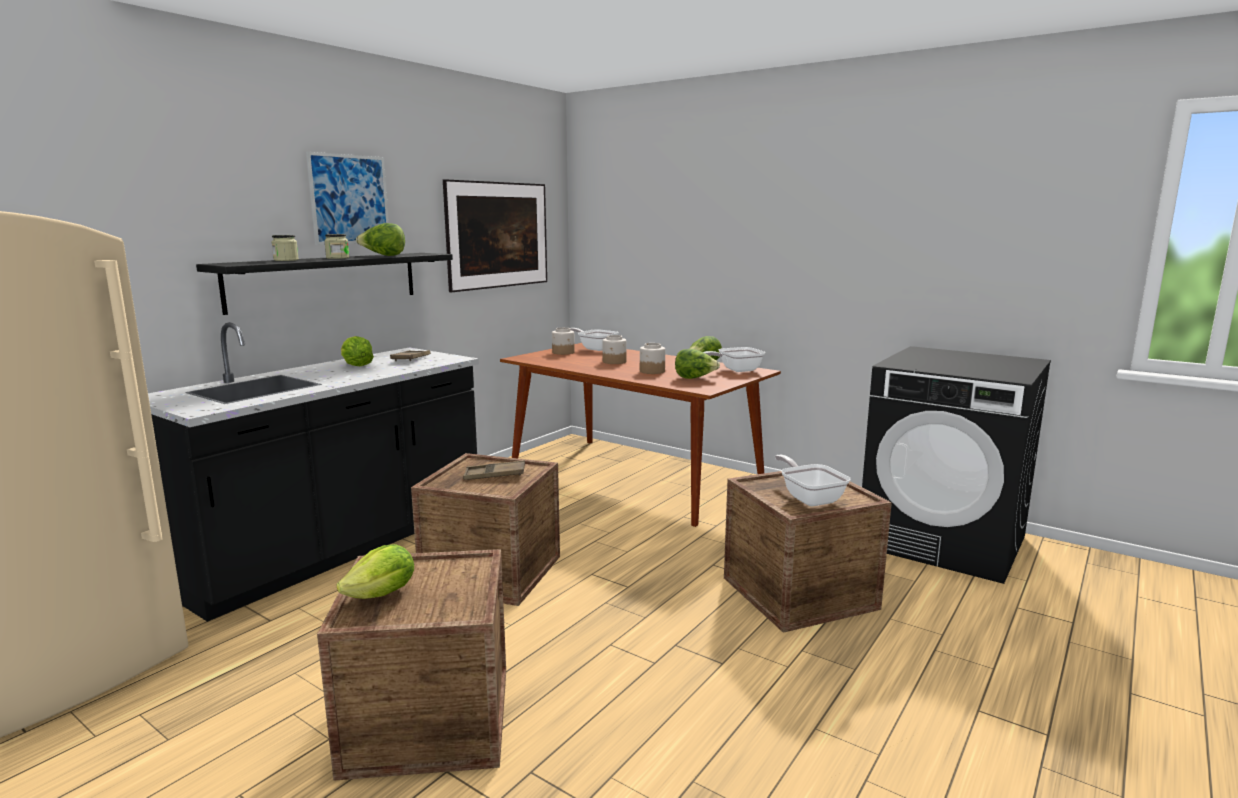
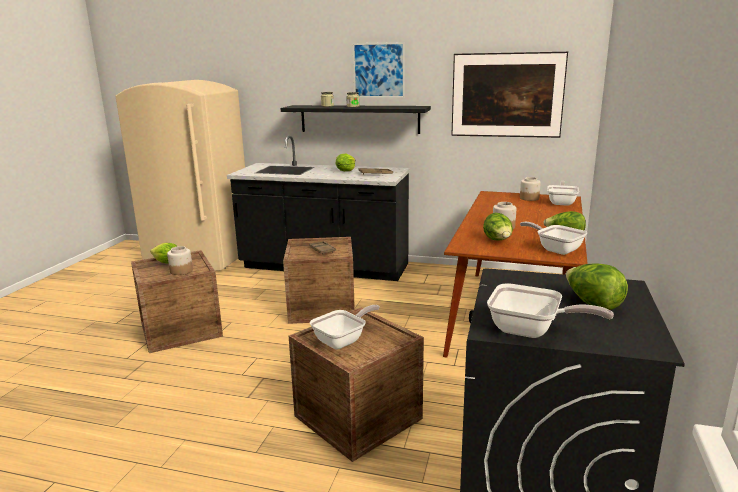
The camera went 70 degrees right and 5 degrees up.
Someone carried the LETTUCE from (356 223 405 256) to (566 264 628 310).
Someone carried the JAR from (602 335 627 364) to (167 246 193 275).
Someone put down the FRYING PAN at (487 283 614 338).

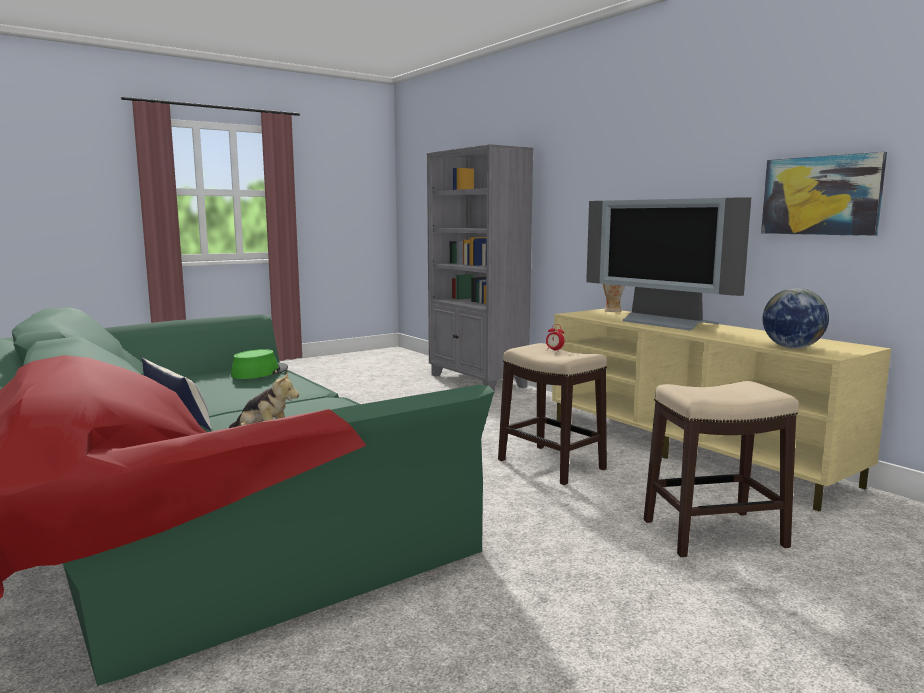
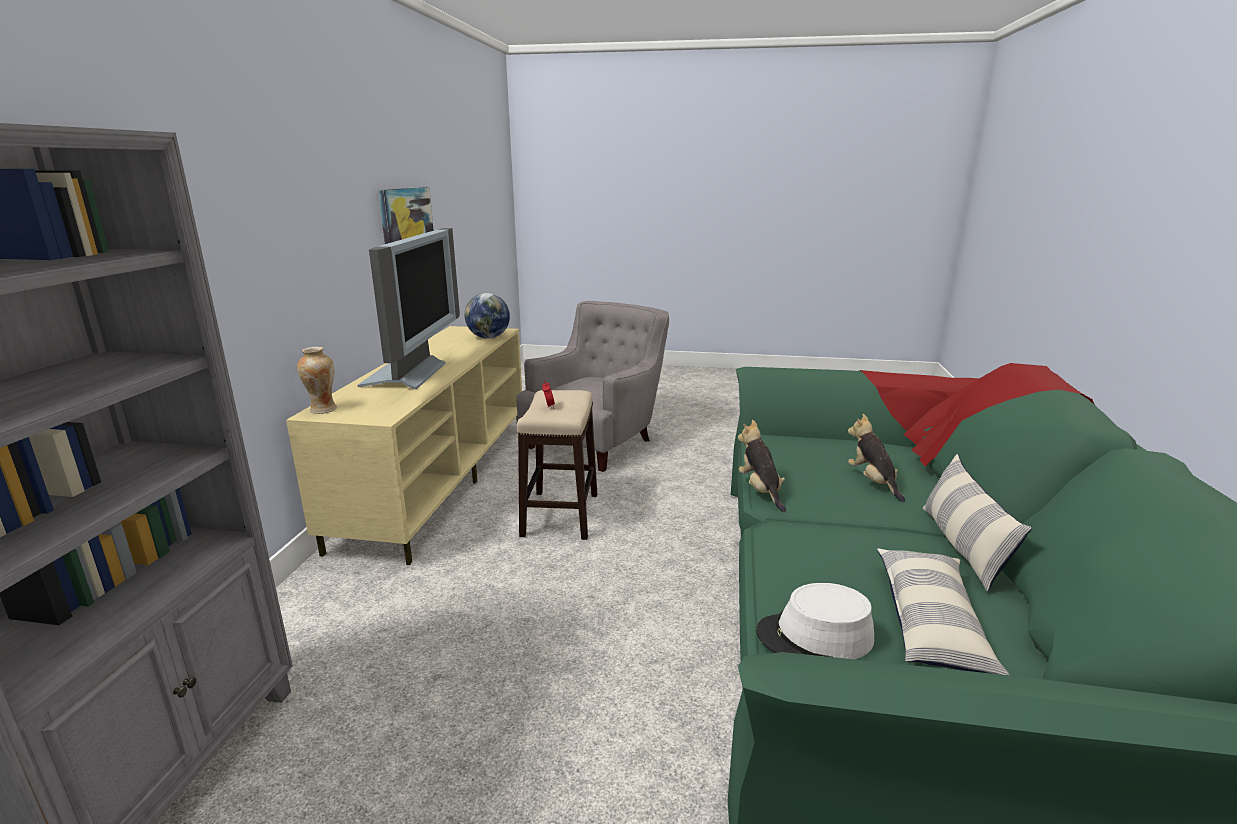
The camera went 135 degrees left and 10 degrees up.
Someone repainted the GREEN HAT at (231 349 288 379), which became the WHITE HAT at (756 583 874 659).
Someone swapped the STOOL at (644 381 799 557) for the GREY ARMCHAIR at (516 301 669 472).
Someone put down the PLUSH TOY at (738 420 786 512).
Someone put down the PILLOW at (877 548 1009 675).

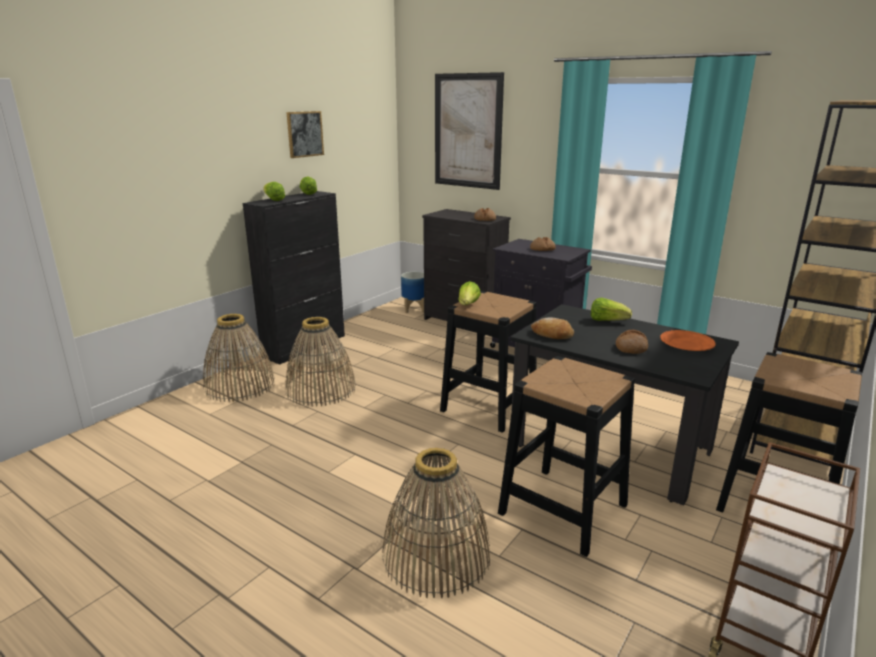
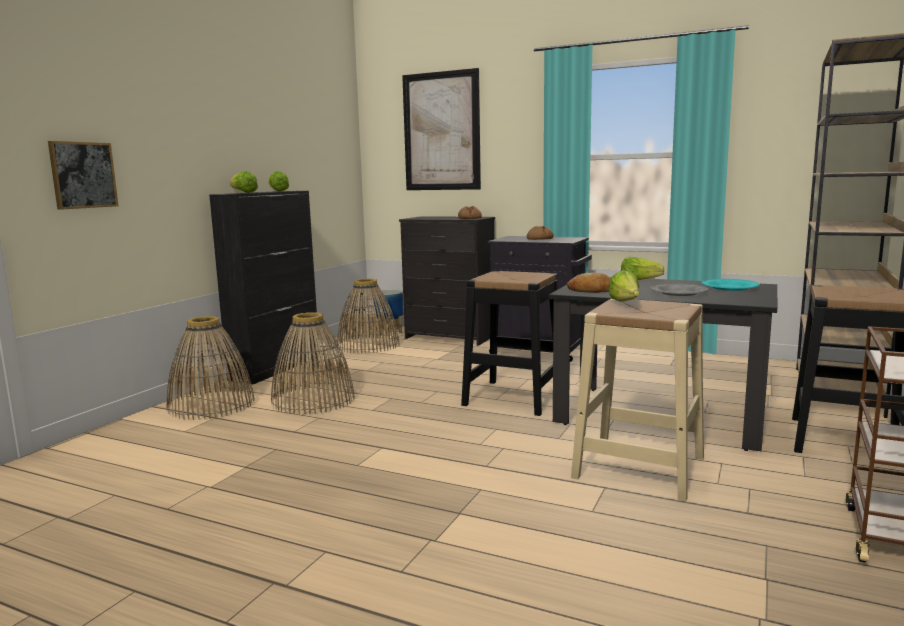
The camera went 10 degrees left and 10 degrees down.
Someone carried the PICTURE from (286 111 324 158) to (48 141 119 210).
Someone carried the LETTUCE from (458 281 481 305) to (609 270 639 302).
Someone swapped the BREAD at (616 329 648 354) for the GREY PLATE at (650 283 709 296).
Someone repainted the ORANGE PLATE at (660 330 716 351), which became the TURQUOISE PLATE at (702 279 760 291).
Someone repainted the BLACK STOOL at (498 356 635 557), which became the BEIGE STOOL at (571 298 704 501).
Someone carried the BASKET from (382 448 490 598) to (337 279 400 354).

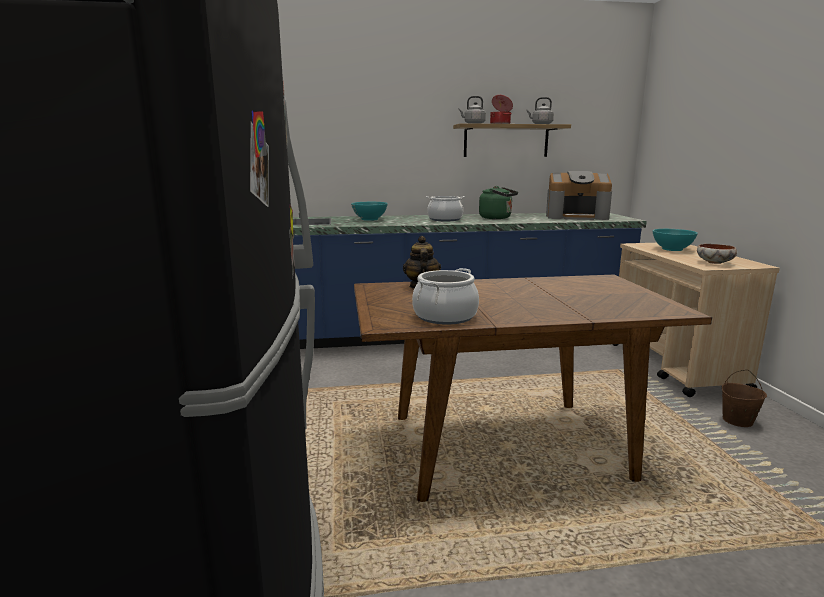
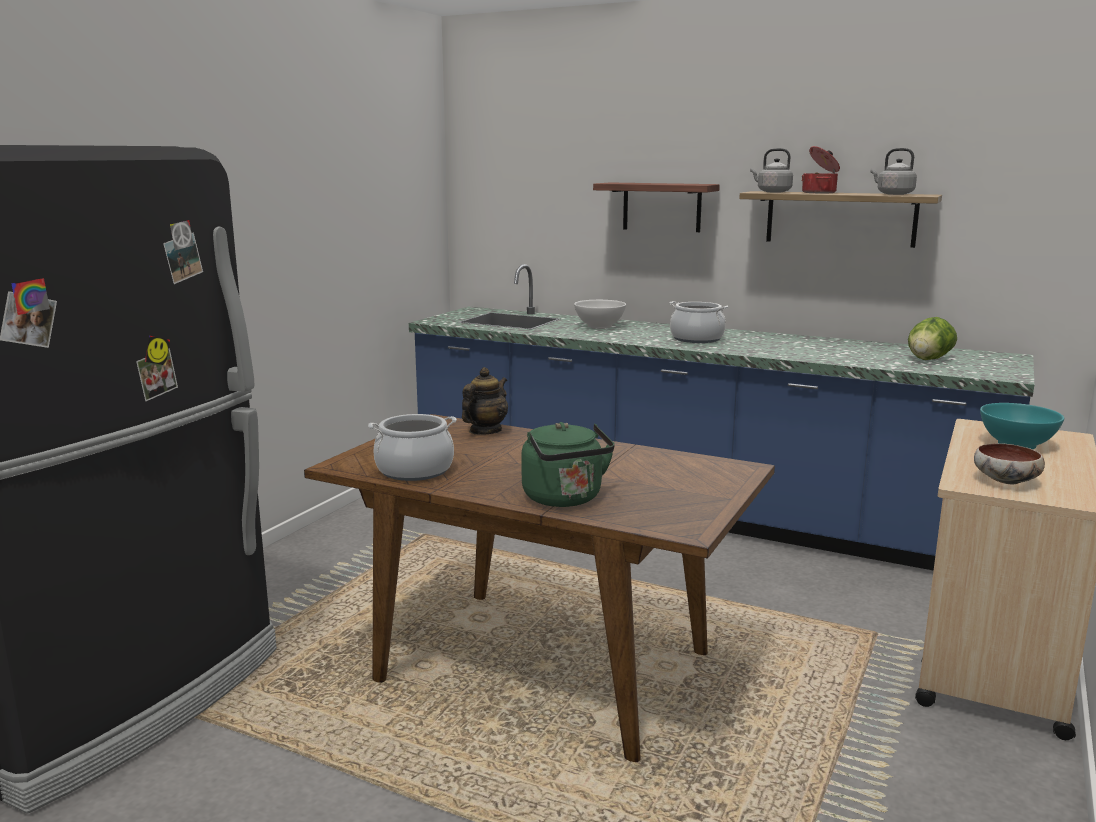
The camera went 35 degrees right and 0 degrees up.
Someone swapped the COFFEE MACHINE at (546 171 612 220) for the LETTUCE at (908 317 957 360).
Someone carried the GREEN KETTLE from (479 186 518 219) to (521 422 615 507).
Someone repainted the TURQUOISE BOWL at (351 202 388 221), which became the WHITE BOWL at (574 300 626 329).
Someone took away the BROWN BUCKET at (722 370 767 427).
Someone put up the SHELF at (593 182 720 232).

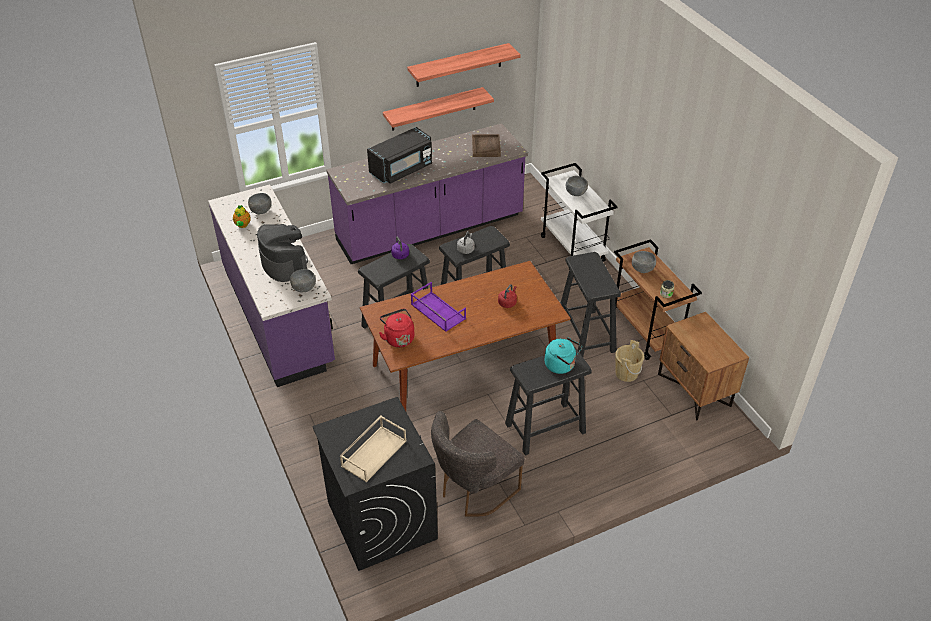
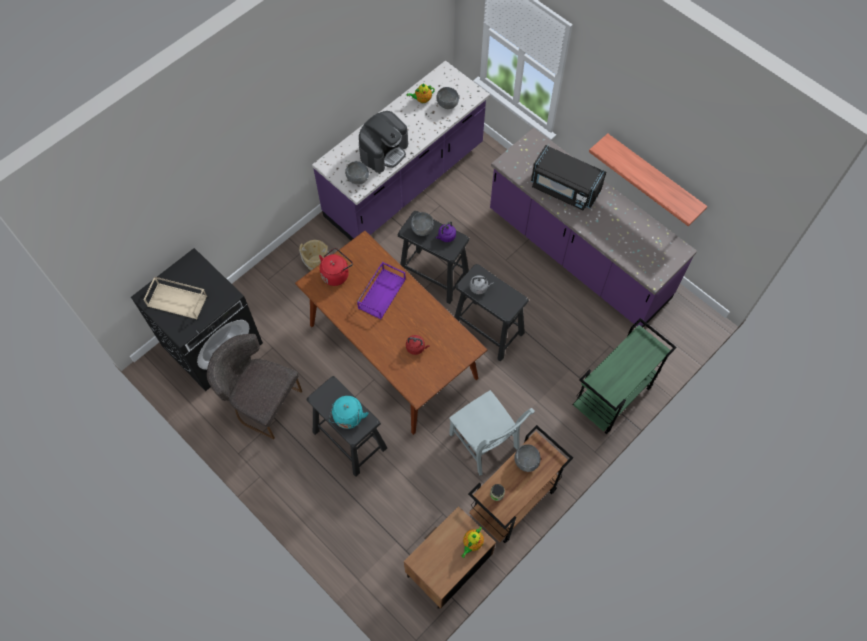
The camera went 70 degrees right and 20 degrees up.
Someone took away the SHELF at (407 43 521 87).
Someone took away the BROWN TRAY at (472 134 501 157).
Someone repainted the WHITE CART at (541 163 618 270), which became the GREEN CART at (572 318 677 434).
Someone carried the GREY BOWL from (566 176 588 196) to (411 212 434 236).
Someone swapped the BLACK STOOL at (560 252 621 357) for the GREY CHAIR at (449 390 535 476).
Someone carried the BEIGE BUCKET from (615 340 644 382) to (299 240 329 271).
Someone put down the TEAPOT at (462 527 484 558).

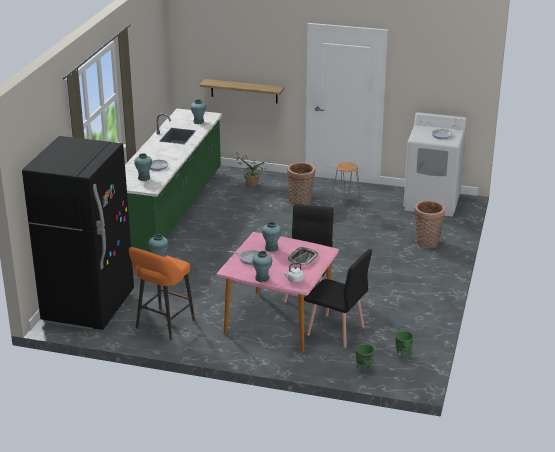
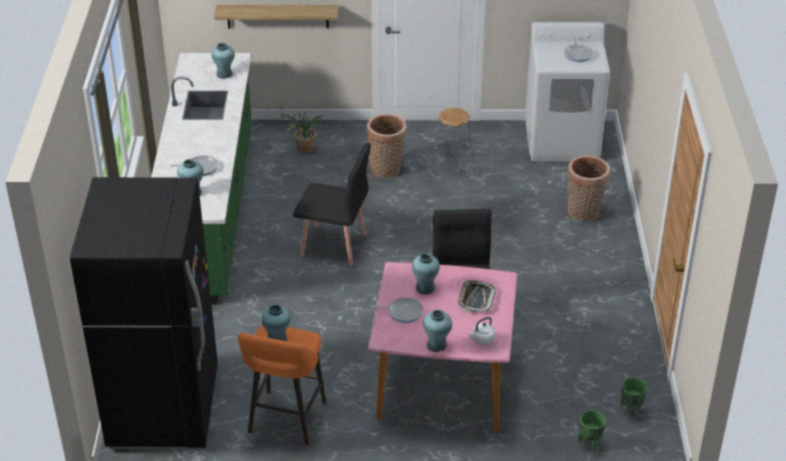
The camera went 15 degrees left and 10 degrees up.
Someone carried the BLACK CHAIR from (304 249 372 348) to (293 143 371 266).

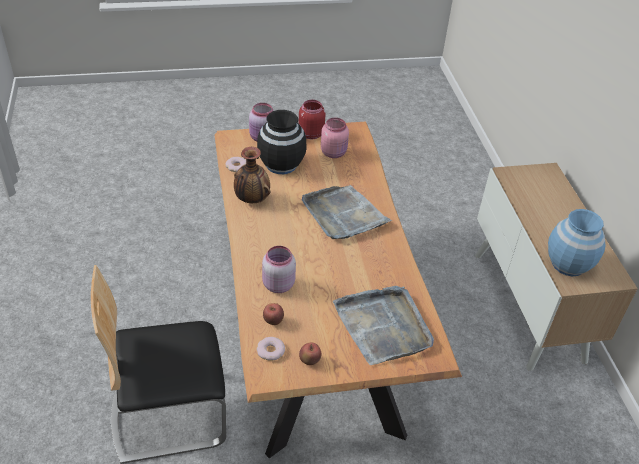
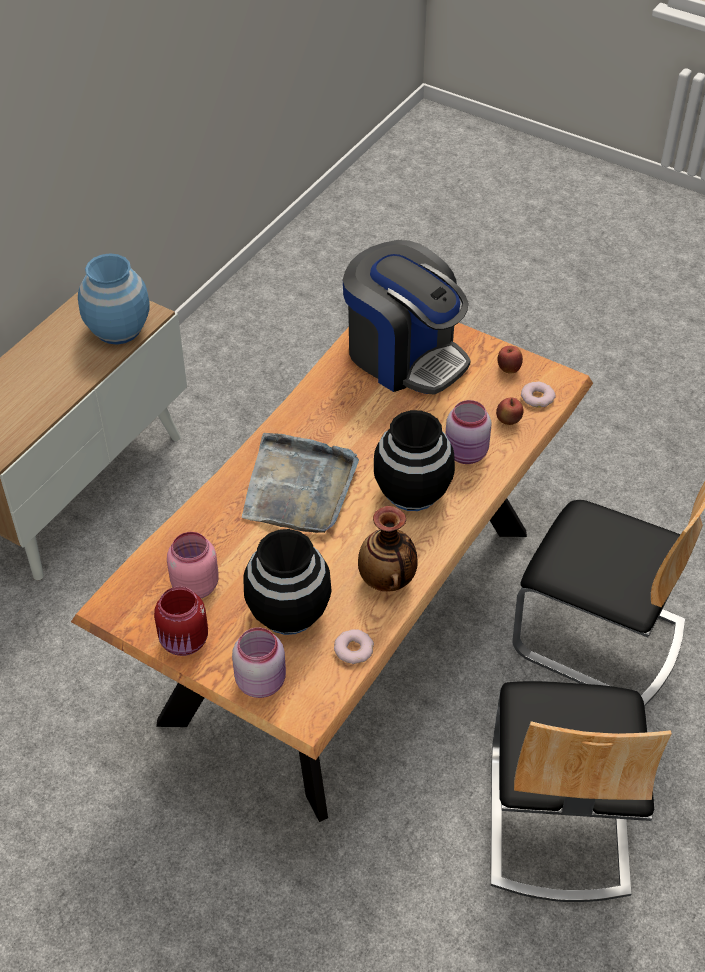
The camera went 135 degrees left and 5 degrees up.
Someone swapped the GREY TRAY at (333 286 434 365) for the COFFEE MACHINE at (343 240 471 395).
Someone put down the BLACK VASE at (374 410 455 511).
Someone put down the CHAIR at (491 681 672 902).

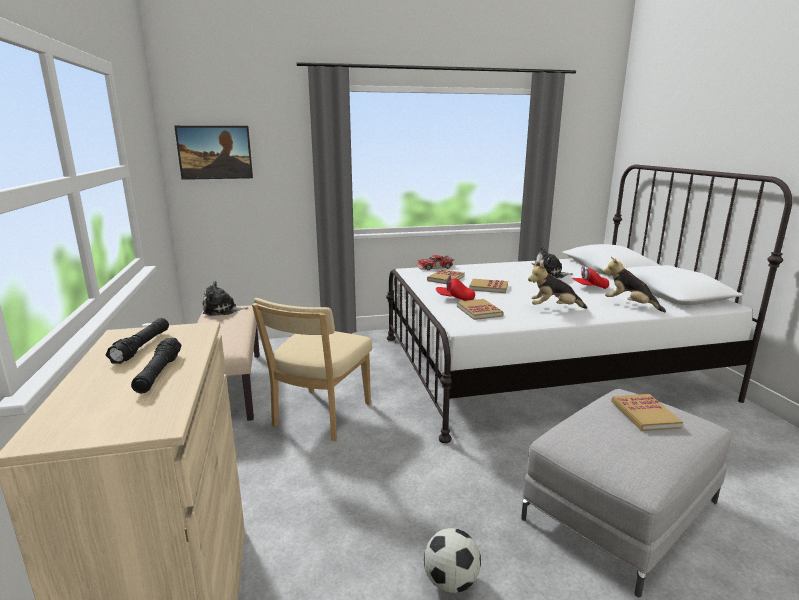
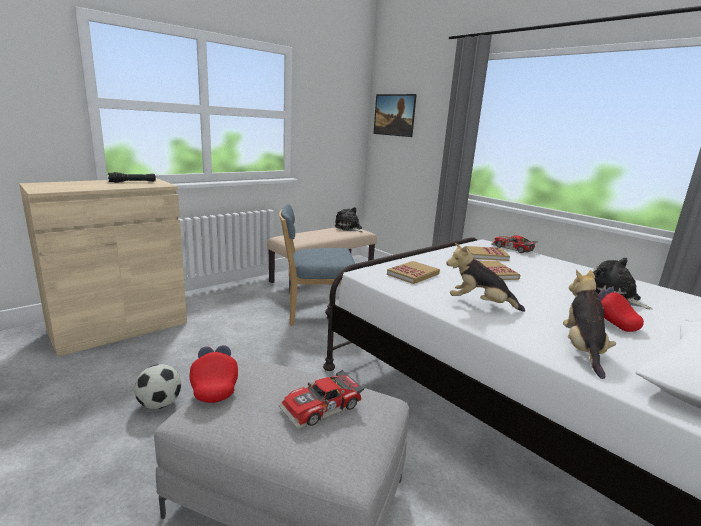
The camera went 60 degrees right and 0 degrees up.
Someone rotated the PLUSH TOY at (528 263 587 309) by 45 degrees counterclockwise.
Someone carried the RED CAP from (436 275 475 301) to (190 345 238 403).
Someone repainted the BEIGE CHAIR at (252 298 372 441), which became the BLUE CHAIR at (279 204 357 326).
Someone took away the BLACK FLASHLIGHT at (131 338 181 393).
Someone swapped the BOOK at (611 394 683 431) for the TOY CAR at (279 370 364 430).

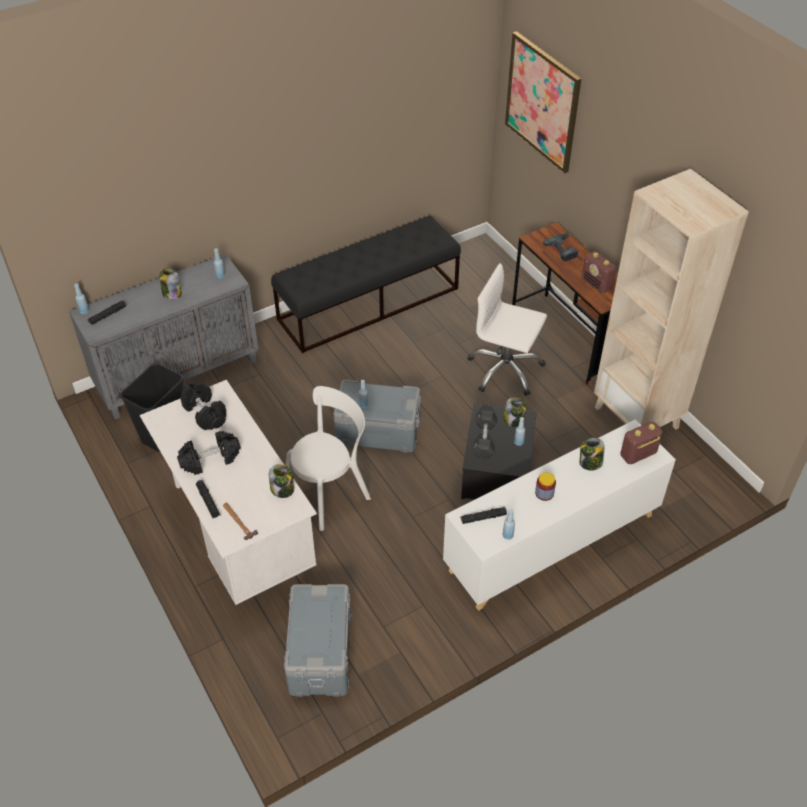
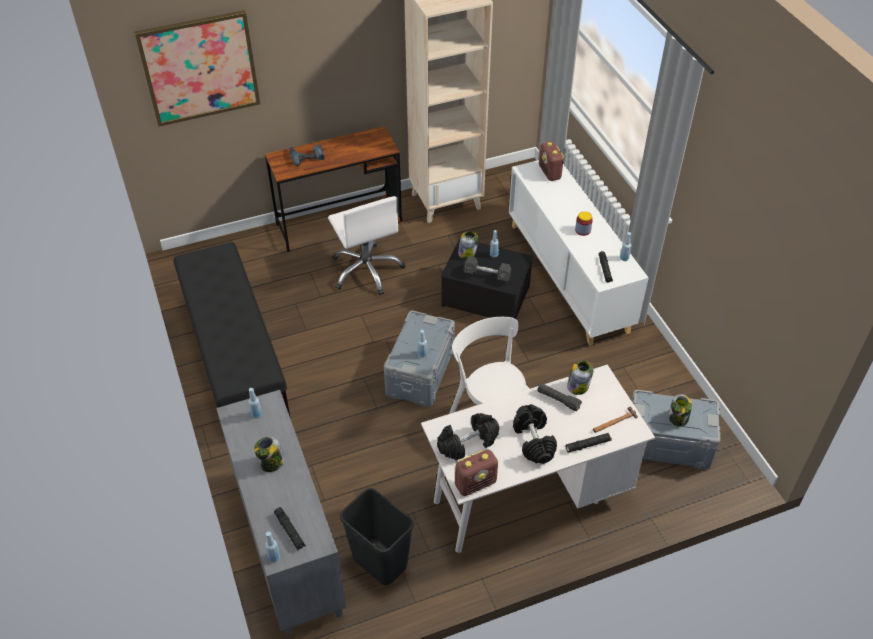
The camera went 80 degrees left and 0 degrees up.
Someone carried the RADIO from (582 251 617 293) to (455 450 498 496).
Someone rotated the WHITE OFFICE CHAIR at (468 263 547 396) by 60 degrees counterclockwise.
Someone carried the JAR from (580 438 604 470) to (669 394 692 427).
Someone put down the BLACK FLASHLIGHT at (537 383 582 411).

